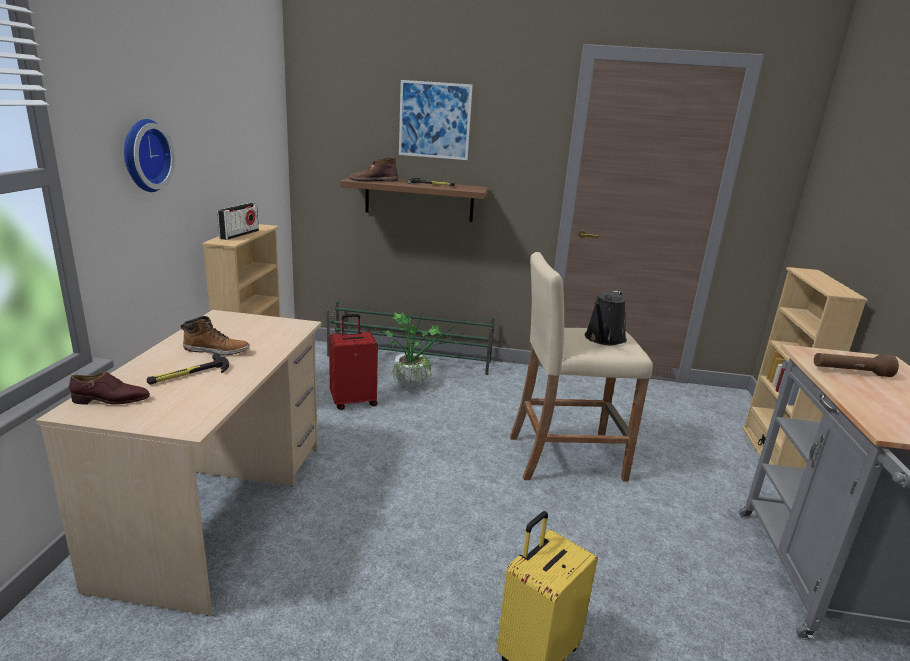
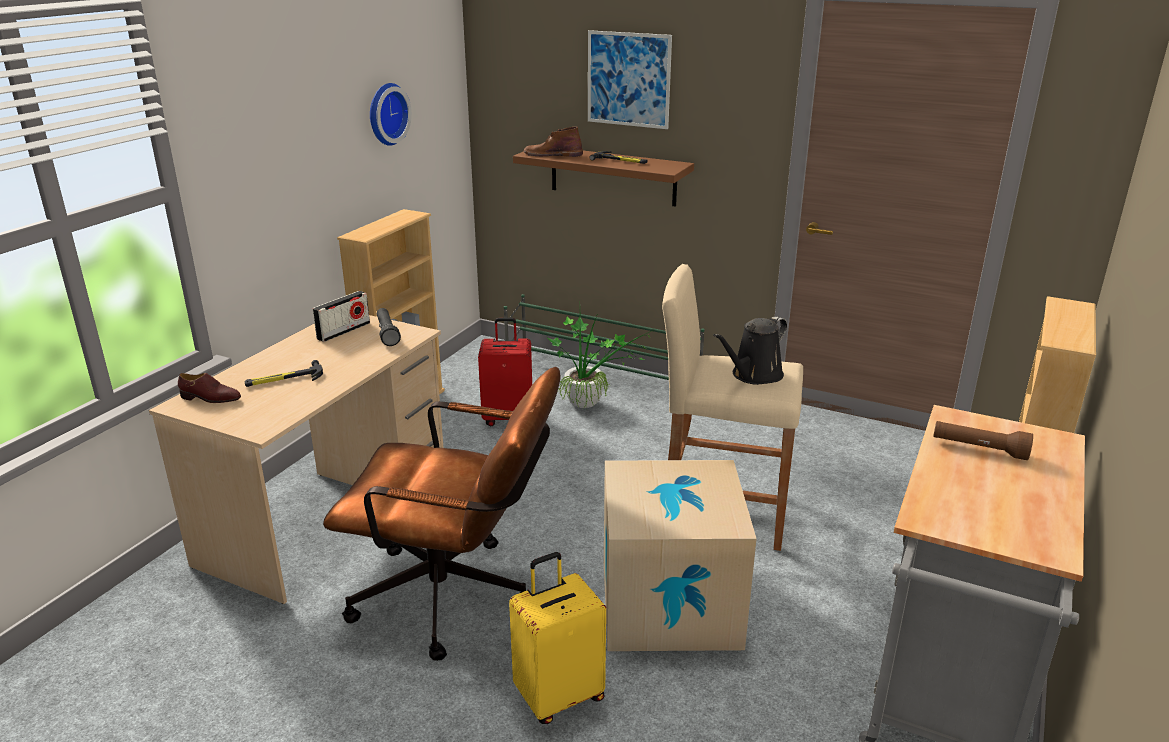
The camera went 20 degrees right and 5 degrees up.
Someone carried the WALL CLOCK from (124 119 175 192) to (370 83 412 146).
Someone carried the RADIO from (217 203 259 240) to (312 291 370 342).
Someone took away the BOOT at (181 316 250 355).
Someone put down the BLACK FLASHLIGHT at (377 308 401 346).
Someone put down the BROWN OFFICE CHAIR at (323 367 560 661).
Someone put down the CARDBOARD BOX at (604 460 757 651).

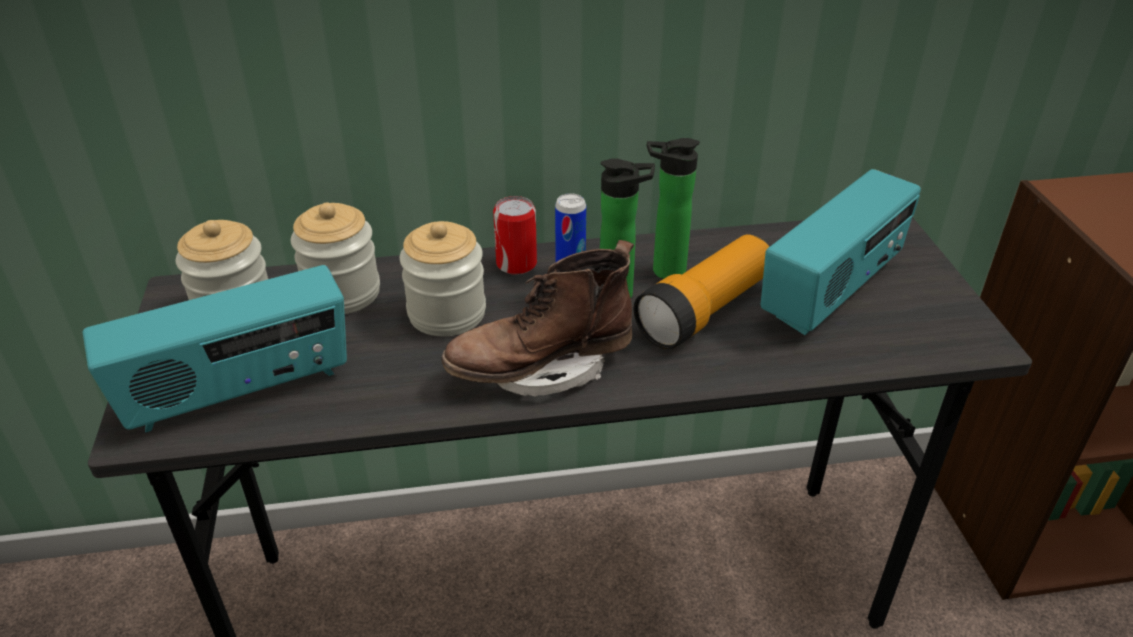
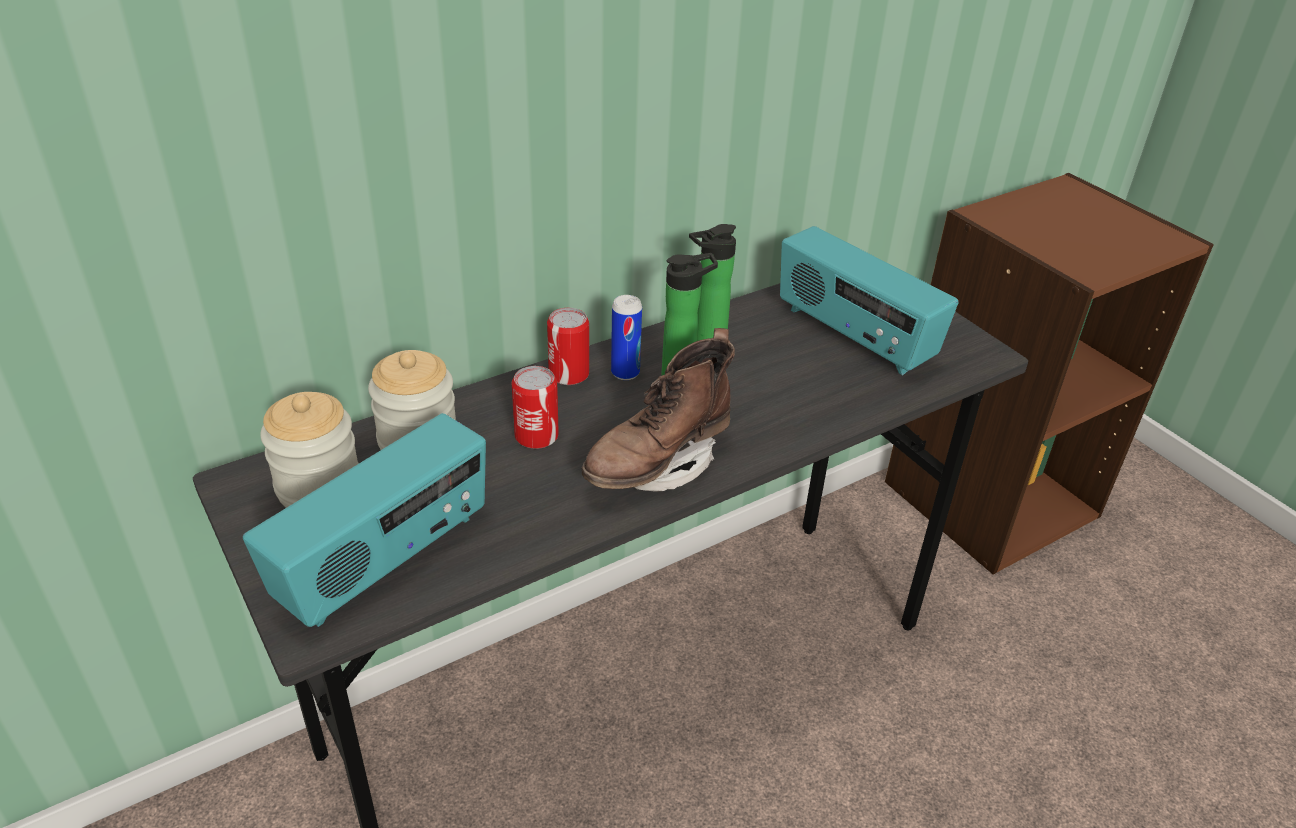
The camera went 25 degrees left and 0 degrees up.
Someone rotated the RADIO at (761 169 921 335) by 120 degrees clockwise.
Someone swapped the JAR at (400 221 486 336) for the CAN at (512 366 559 449).
Someone took away the FLASHLIGHT at (633 234 769 349).

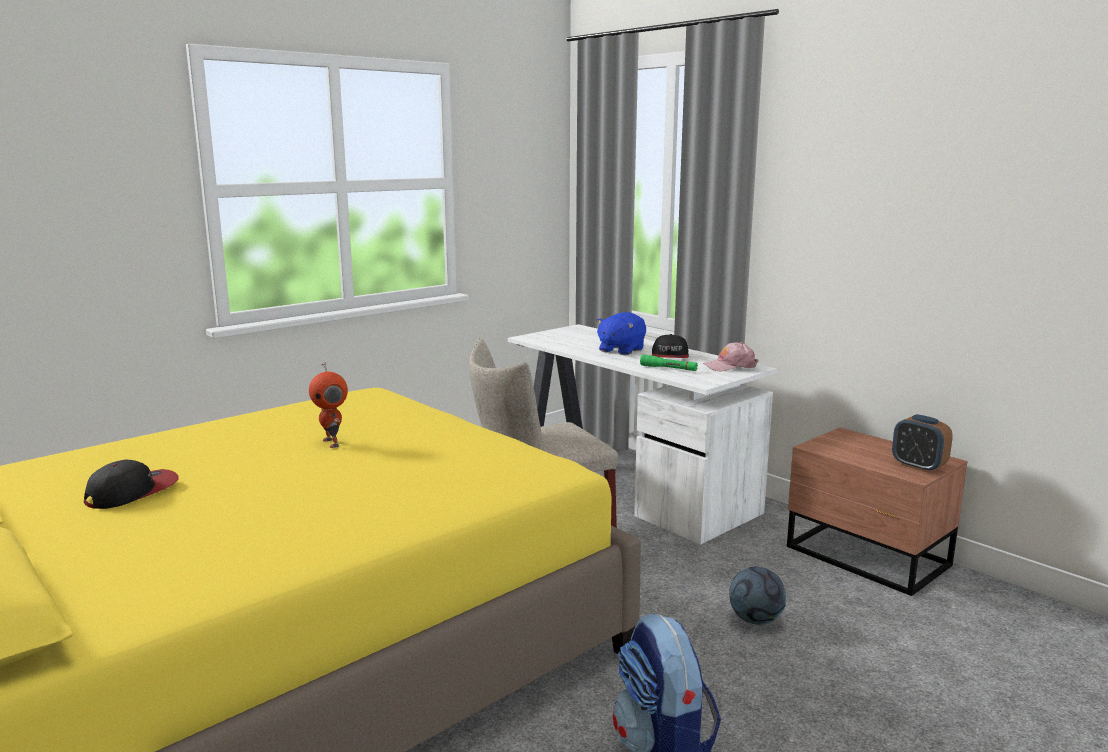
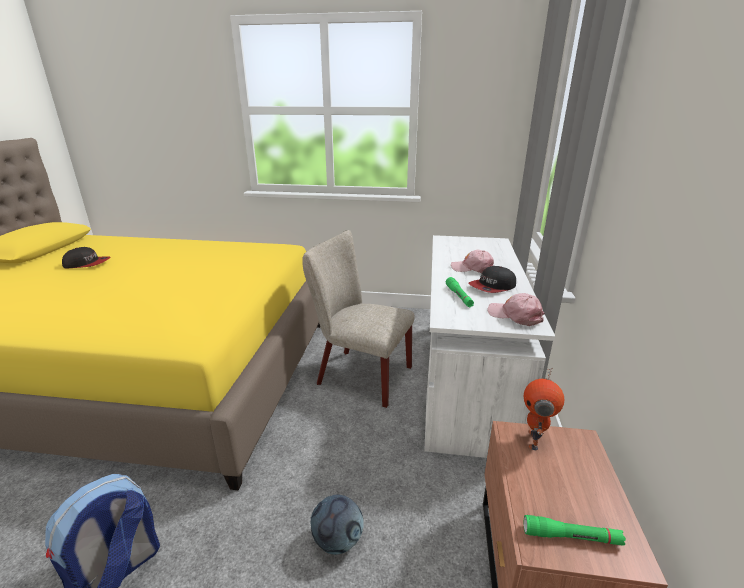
The camera went 50 degrees right and 10 degrees up.
Someone swapped the BLUE PLUSH TOY at (596 312 646 355) for the PINK CAP at (451 250 494 273).
Someone carried the TOY ROBOT from (309 362 348 448) to (524 368 564 450).
Someone swapped the ALARM CLOCK at (892 414 953 473) for the GREEN FLASHLIGHT at (524 515 626 545).

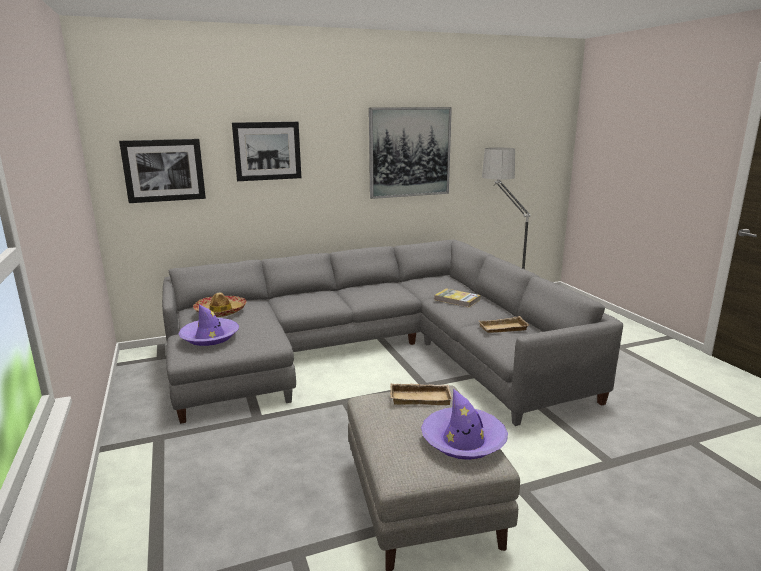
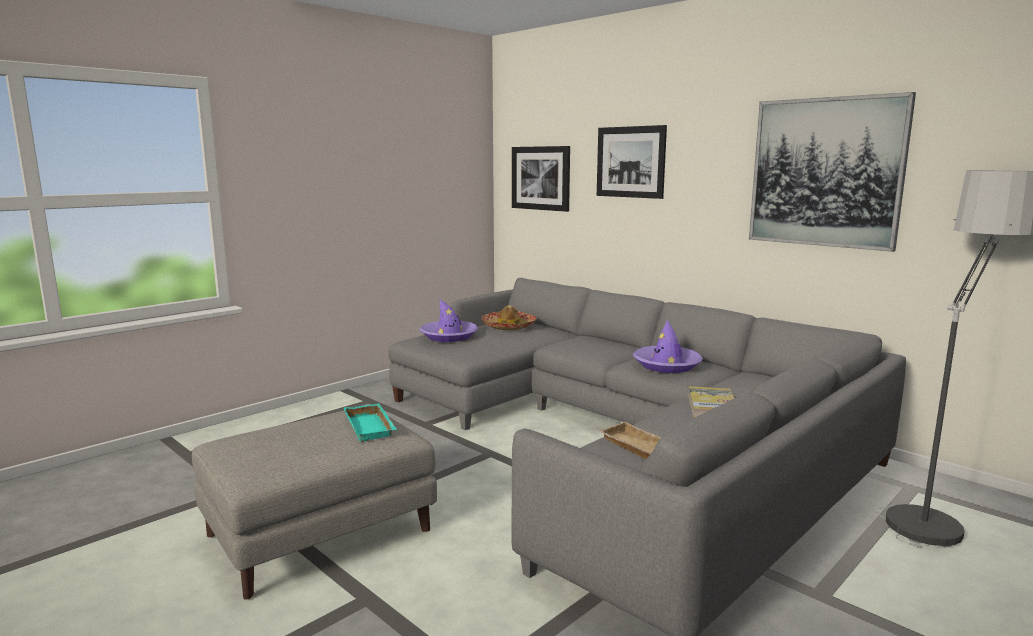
The camera went 65 degrees right and 5 degrees down.
Someone repainted the BEIGE TRAY at (390 383 452 405), which became the TURQUOISE TRAY at (344 404 397 442).
Someone carried the PURPLE HAT from (421 389 508 460) to (633 320 703 373).

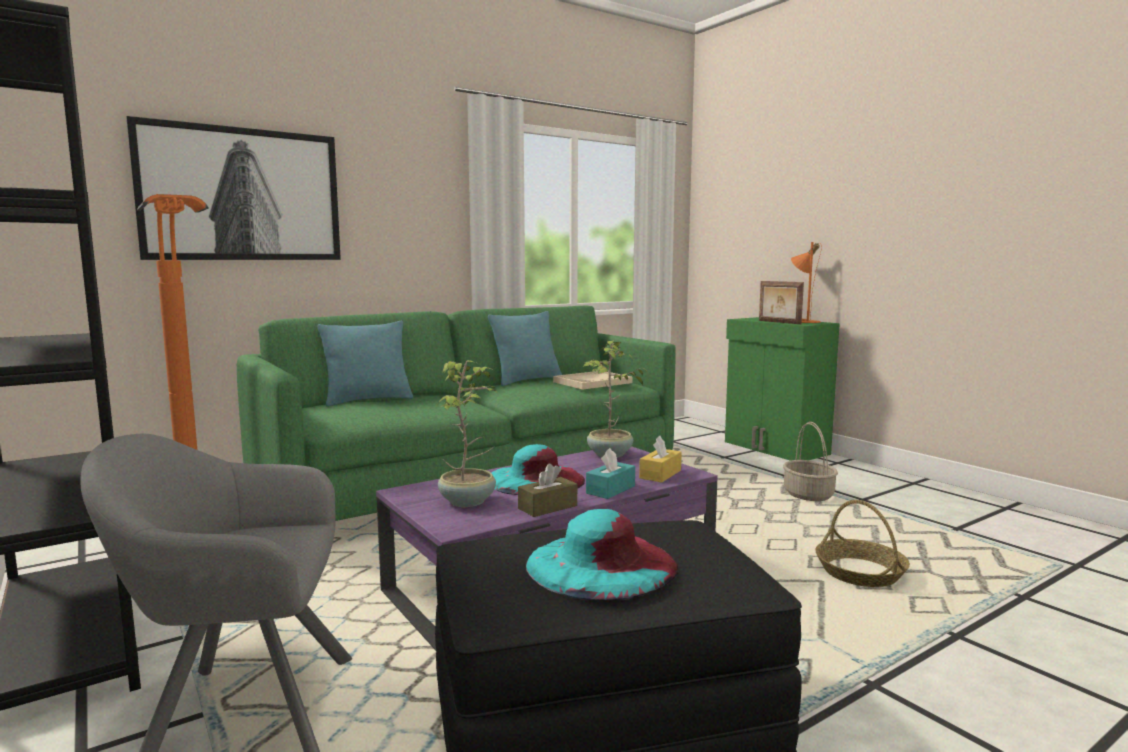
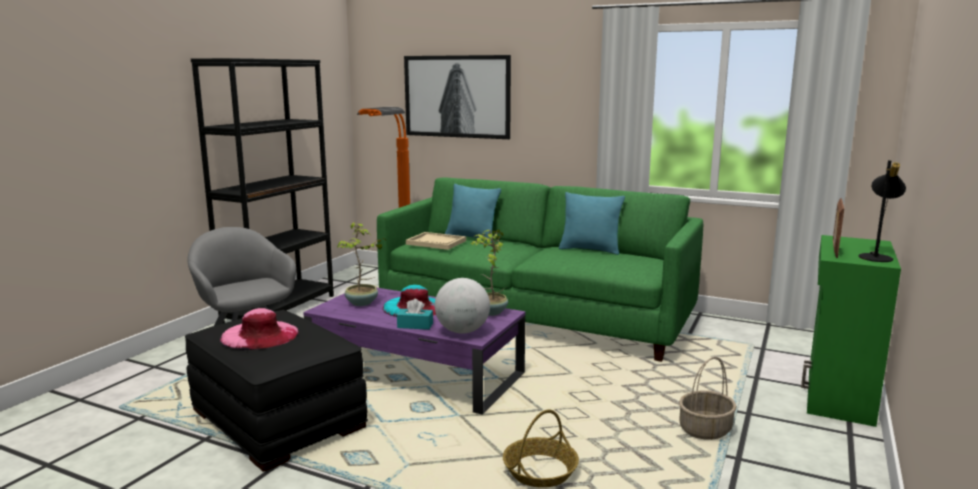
The camera went 60 degrees right and 5 degrees up.
Someone repainted the ORANGE TABLE LAMP at (791 242 822 323), which became the BLACK TABLE LAMP at (858 160 906 262).
Someone carried the BEIGE TRAY from (553 371 633 390) to (406 232 466 250).
Someone swapped the YELLOW TISSUE BOX at (639 436 682 483) for the GLOBE at (435 278 490 334).
Someone took away the BROWN TISSUE BOX at (518 464 577 517).
Someone repainted the TURQUOISE HAT at (526 509 678 600), which became the PINK HAT at (220 308 299 350).

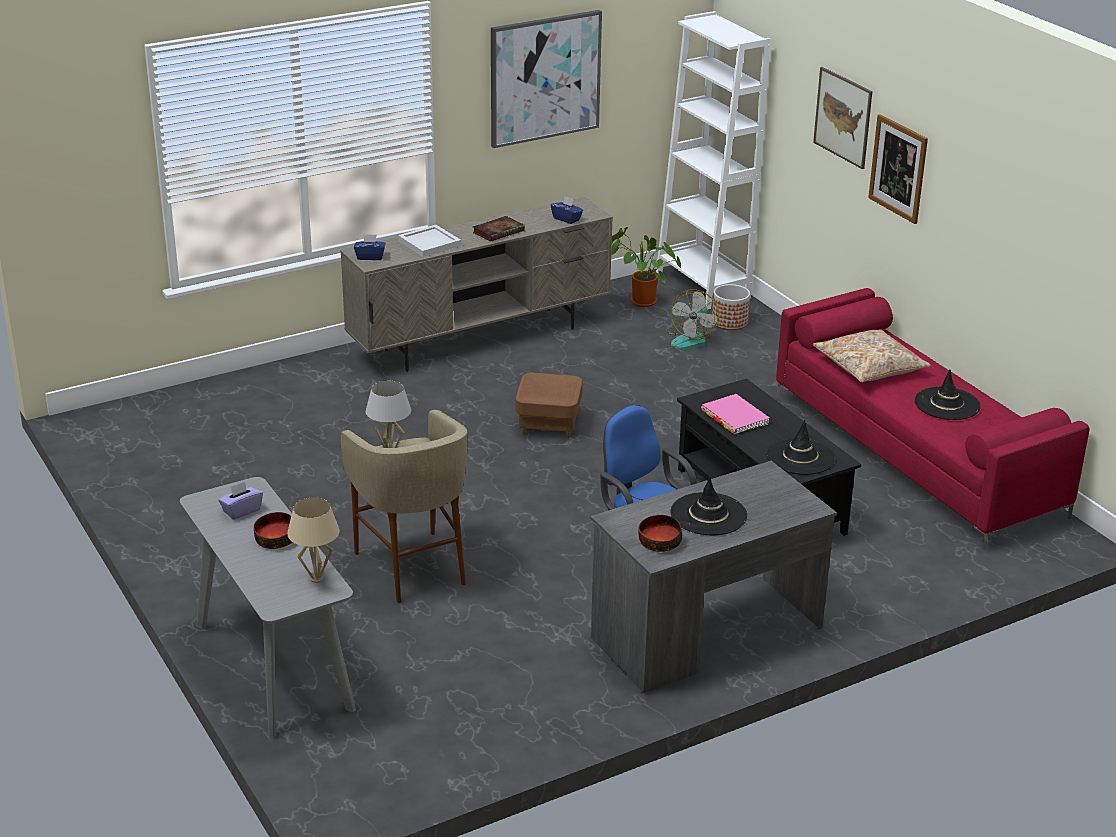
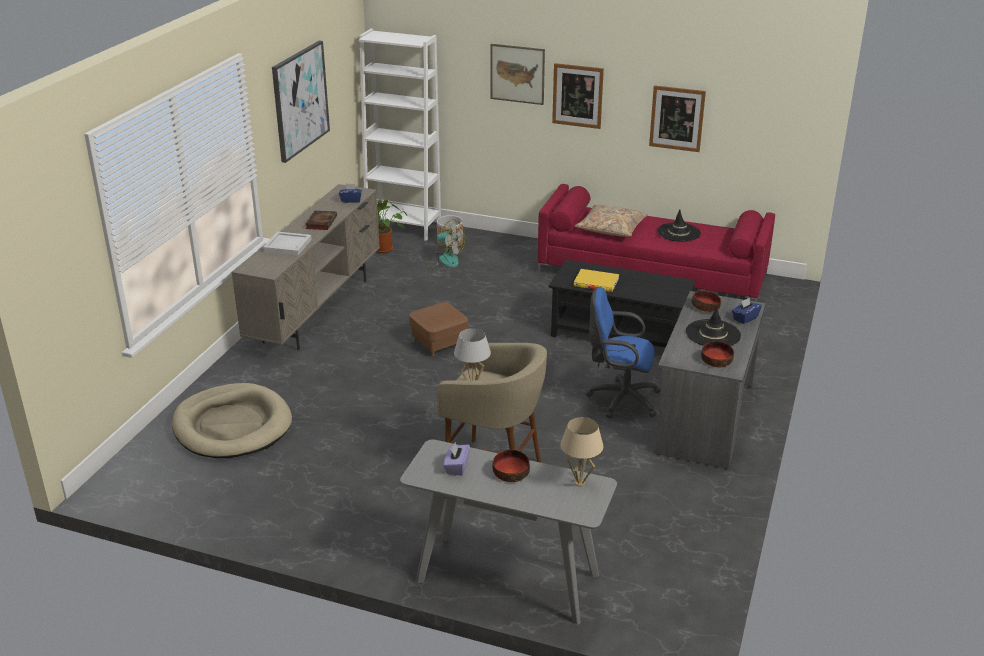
The camera went 40 degrees left and 0 degrees up.
Someone carried the BLUE TISSUE BOX from (354 234 386 260) to (732 298 762 324).
Someone rotated the FAN at (667 289 719 349) by 45 degrees counterclockwise.
Someone repainted the PINK BOOK at (701 394 770 434), which became the YELLOW BOOK at (574 269 619 292).
Someone took away the BLACK HAT at (766 420 835 475).
Someone put up the PICTURE at (649 85 706 152).
Someone put down the BOWL at (691 291 721 312).
Someone put down the BEIGE DOG BED at (172 383 292 458).

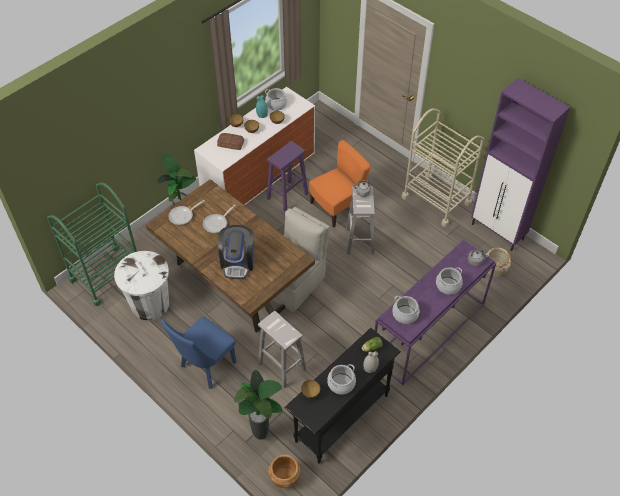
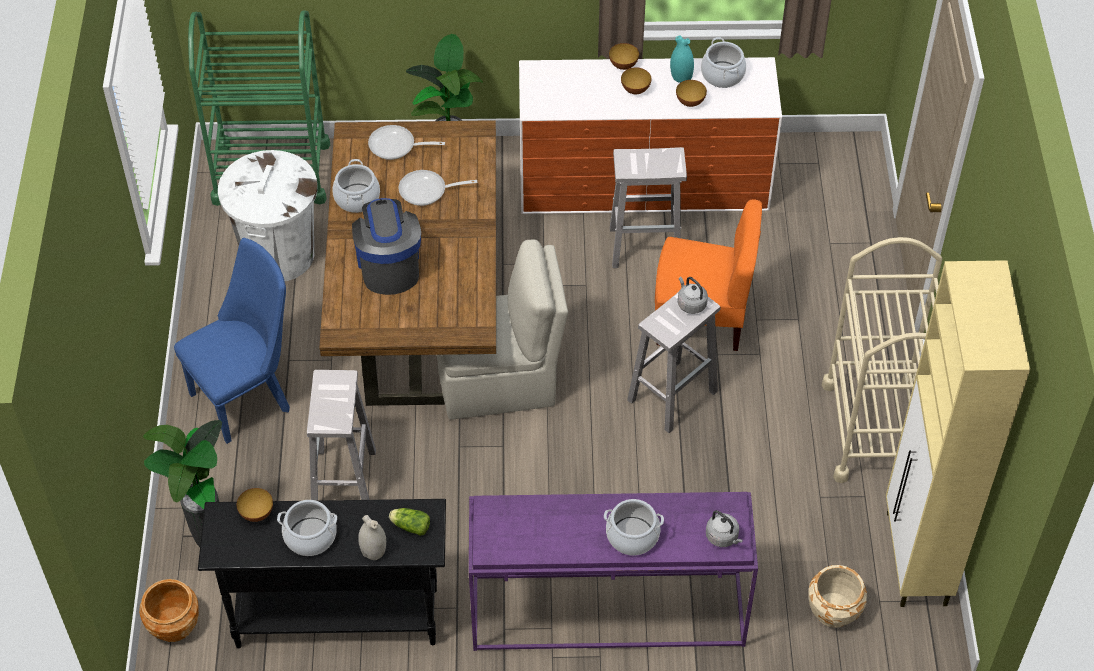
The camera went 45 degrees right and 0 degrees up.
Someone repainted the PURPLE CABINET at (471 78 570 251), which became the BEIGE CABINET at (886 260 1030 607).
Someone took away the BREAD at (217 133 244 150).
Someone repainted the PURPLE STOOL at (267 141 308 212), which became the WHITE STOOL at (610 147 687 268).
Someone rotated the COFFEE MACHINE at (218 225 254 279) by 120 degrees clockwise.
Someone carried the COOKING POT from (392 295 420 324) to (332 159 380 213).
Someone rotated the BLUE CHAIR at (161 317 236 389) by 150 degrees clockwise.

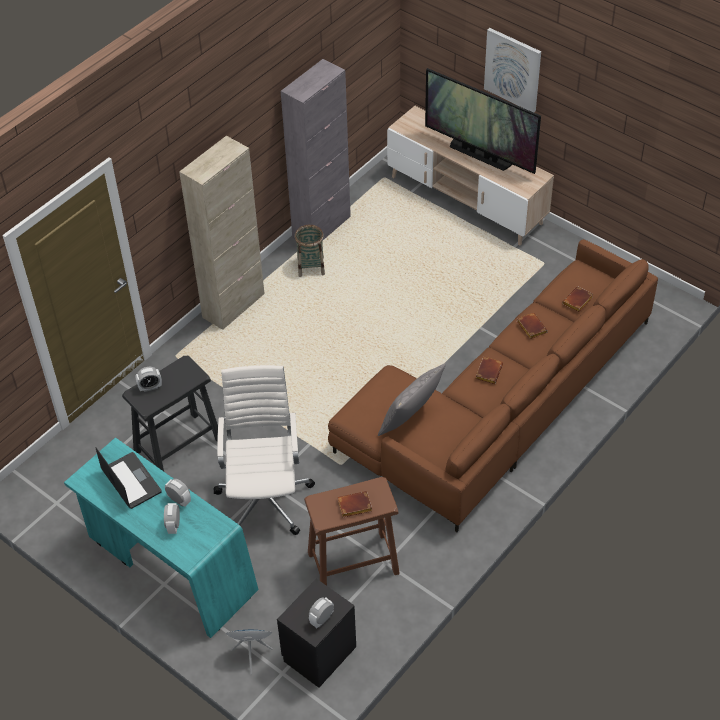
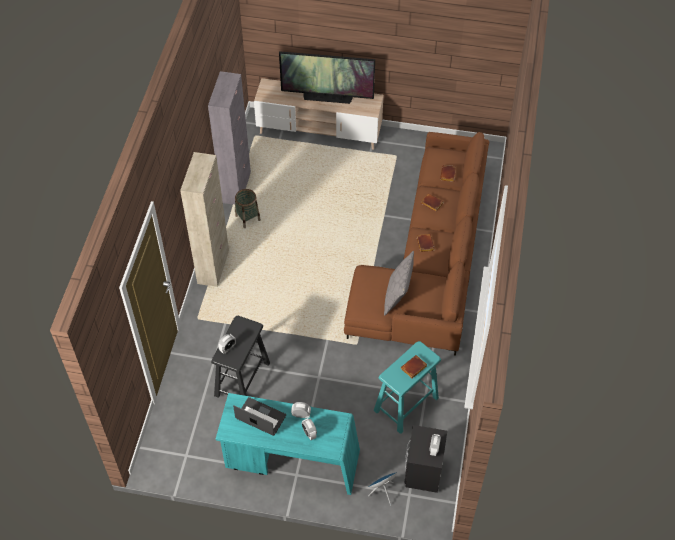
The camera went 30 degrees left and 5 degrees up.
Someone took away the PICTURE at (484 28 541 112).
Someone took away the WHITE OFFICE CHAIR at (214 365 315 535).
Someone repainted the BROWN STOOL at (304 477 400 586), which became the TURQUOISE STOOL at (374 341 441 434).

